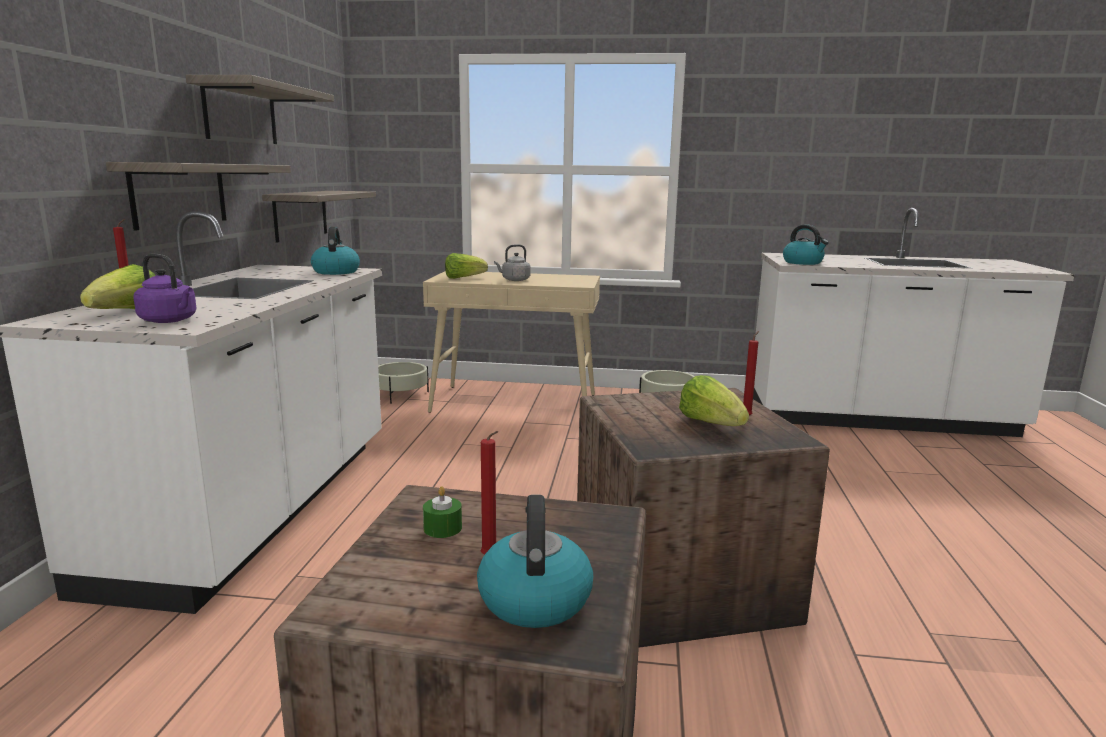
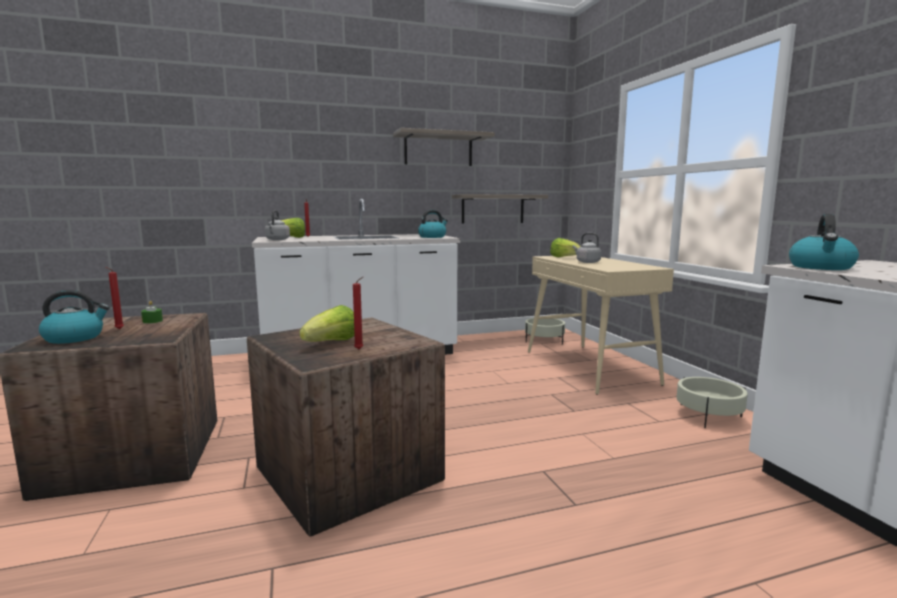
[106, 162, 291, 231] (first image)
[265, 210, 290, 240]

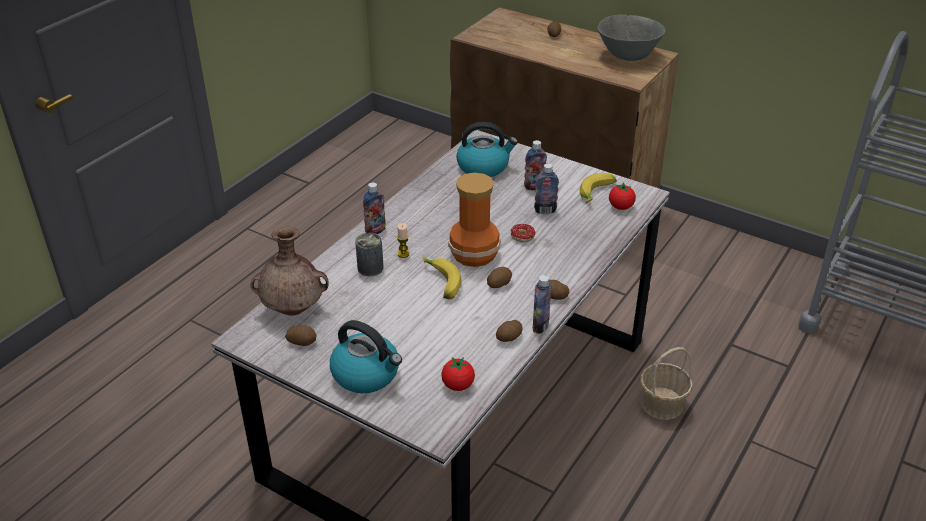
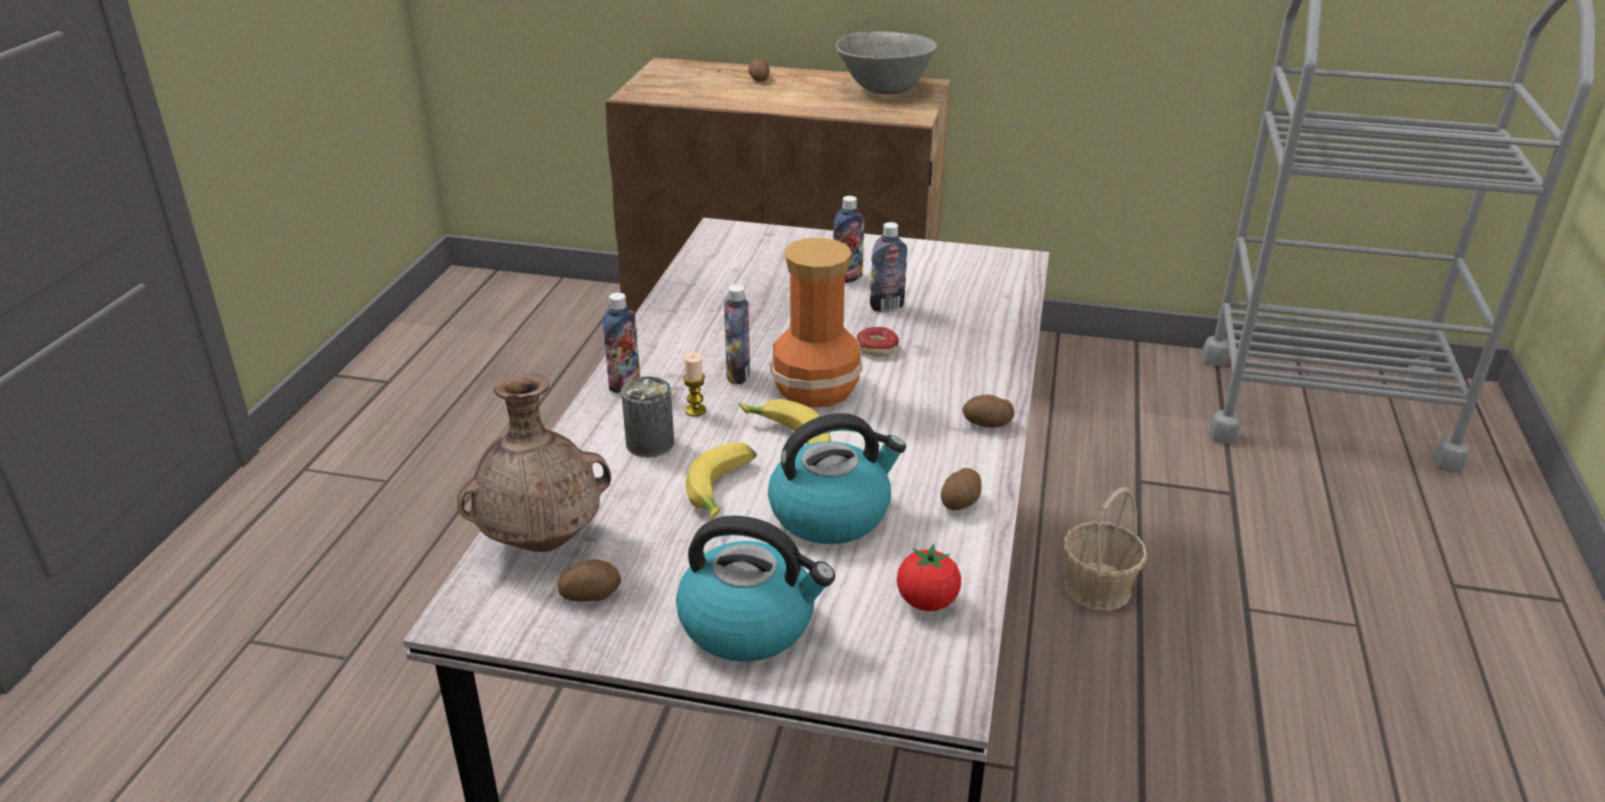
[768, 413, 906, 544]
[487, 267, 512, 288] (first image)
[724, 284, 750, 384]
[686, 442, 757, 521]
[609, 182, 636, 210] (first image)

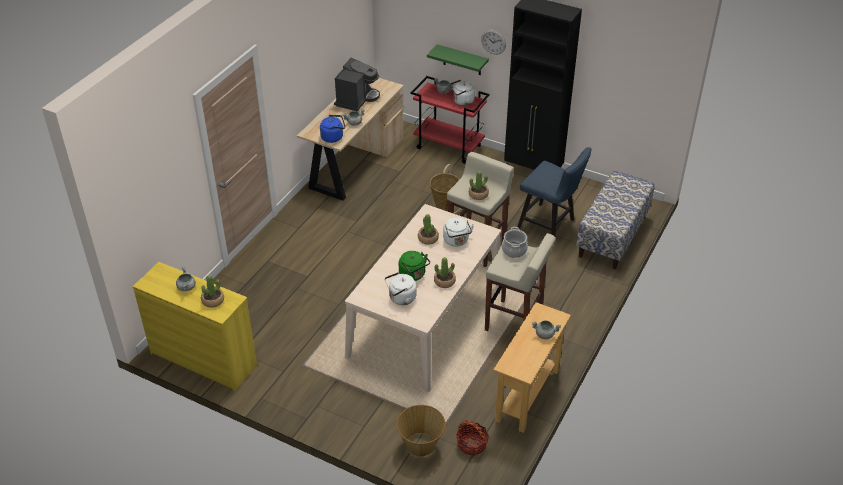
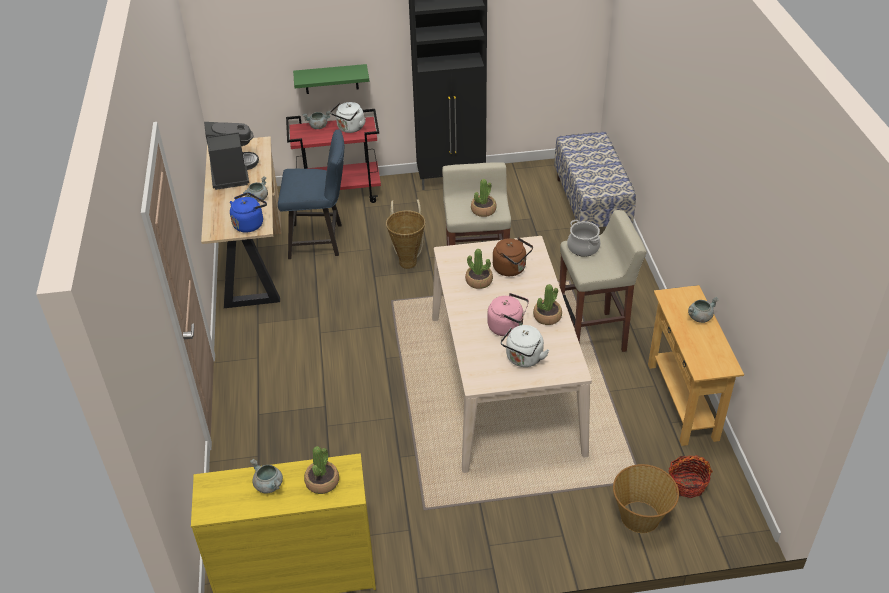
[487, 293, 529, 336]
[493, 237, 533, 276]
[481, 30, 506, 55] (first image)
[278, 129, 344, 259]

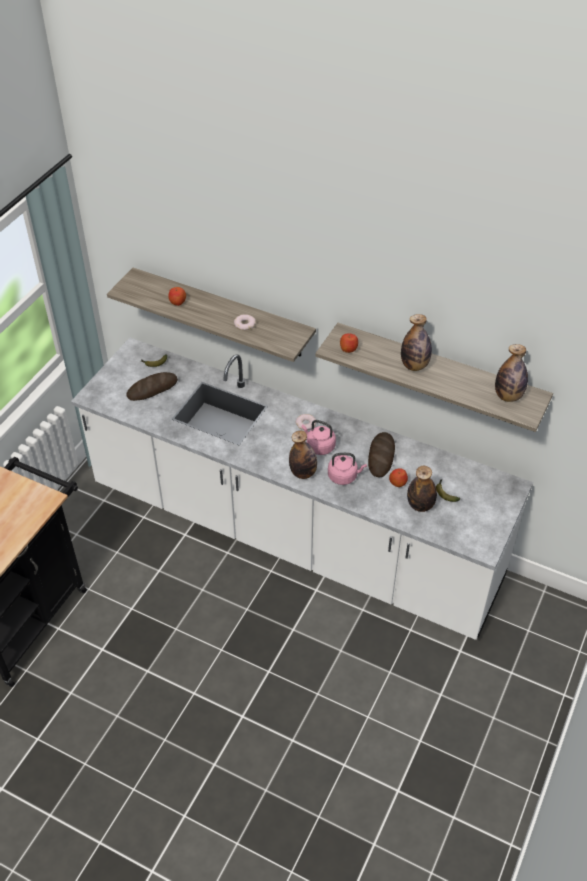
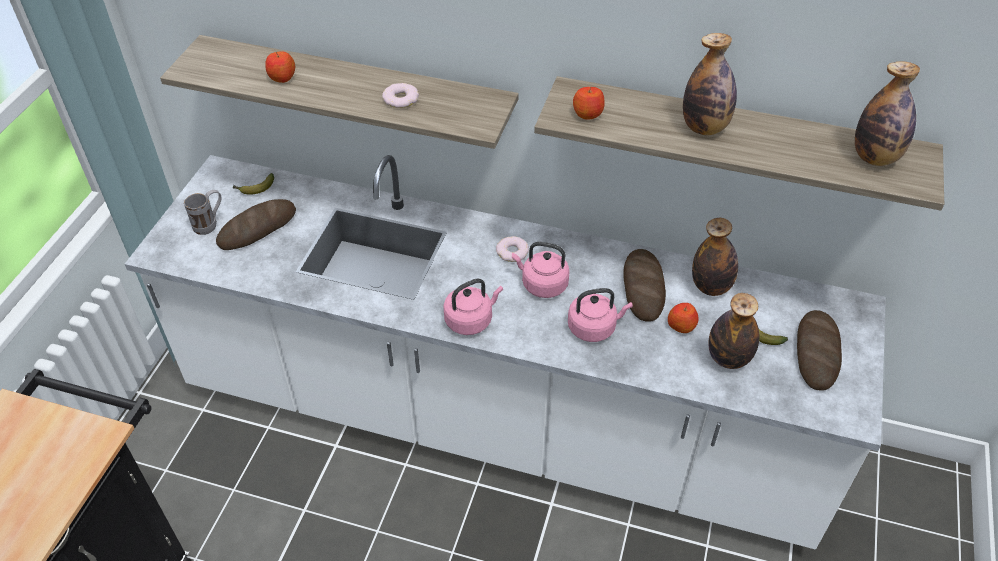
[692, 218, 738, 296]
[184, 190, 222, 235]
[443, 278, 503, 335]
[797, 310, 842, 391]

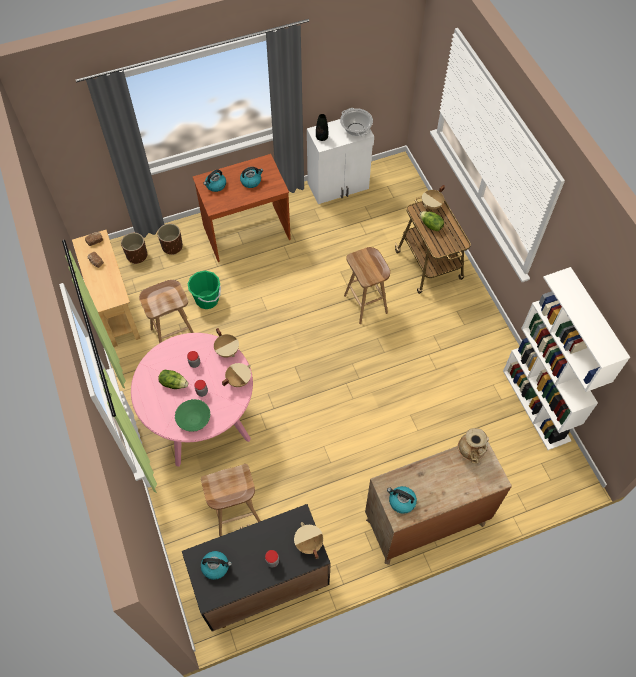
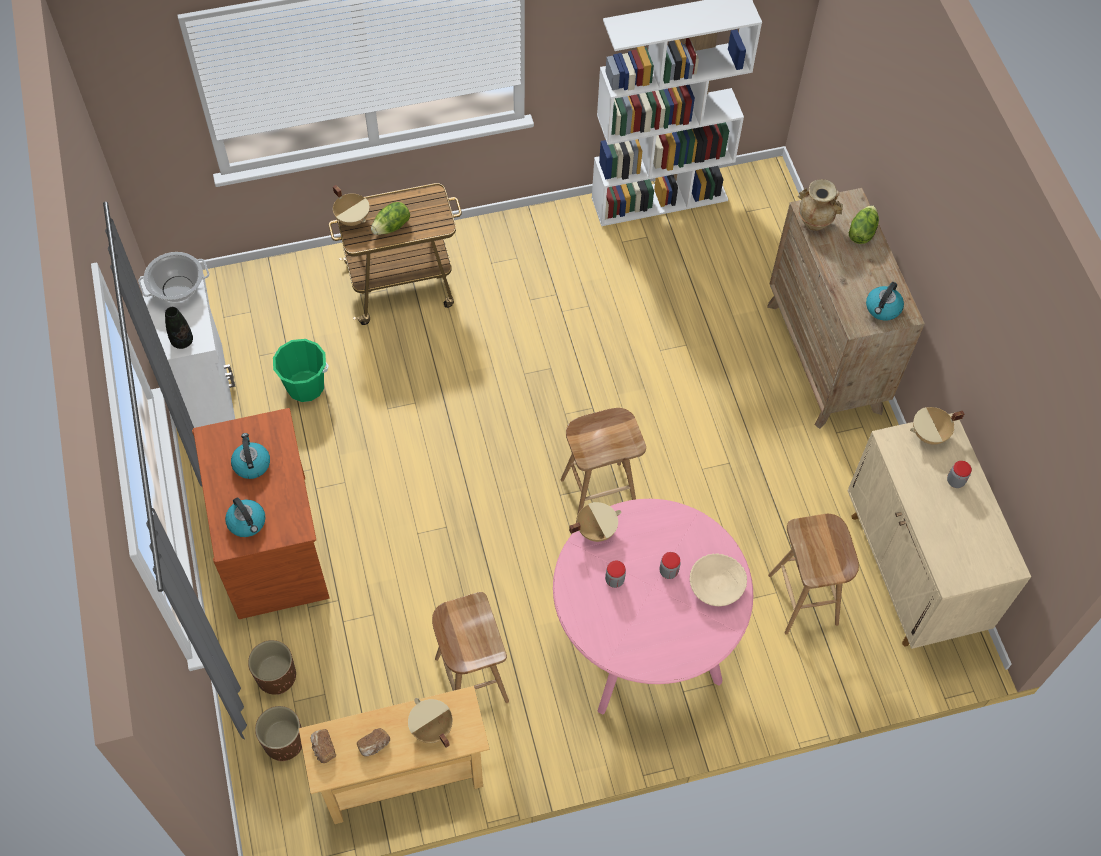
[849, 205, 879, 244]
[689, 553, 747, 606]
[847, 412, 1031, 649]
[273, 339, 329, 402]
[201, 551, 232, 580] (first image)
[408, 698, 453, 748]
[561, 408, 646, 523]

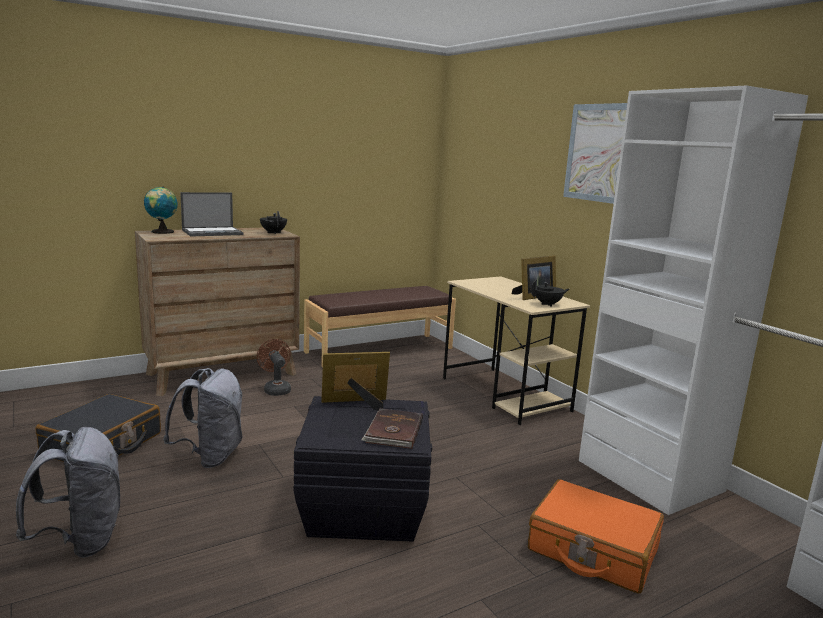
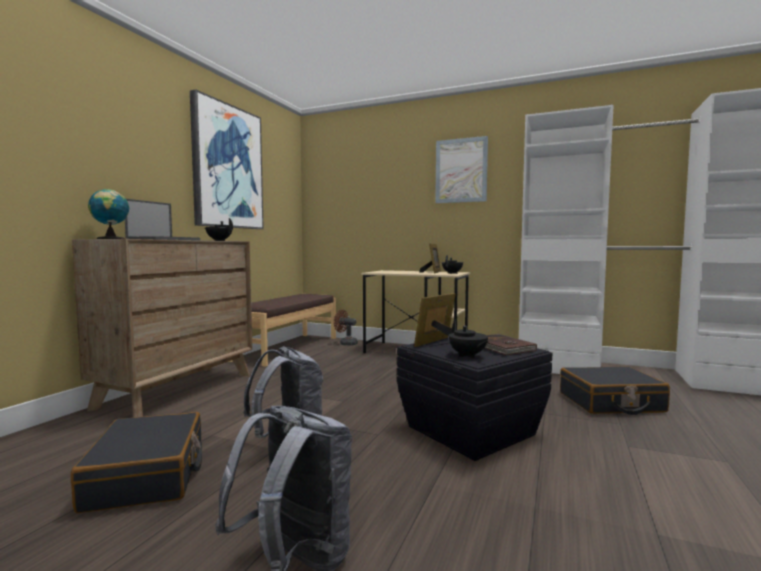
[334, 310, 358, 346]
[560, 366, 670, 415]
[190, 90, 264, 229]
[449, 319, 488, 358]

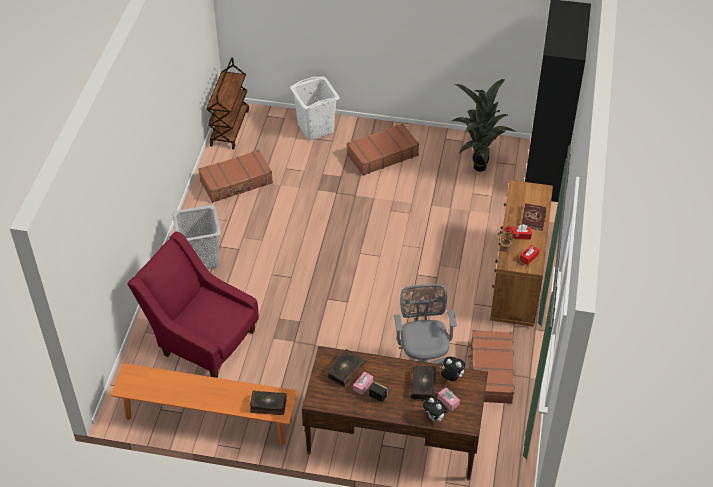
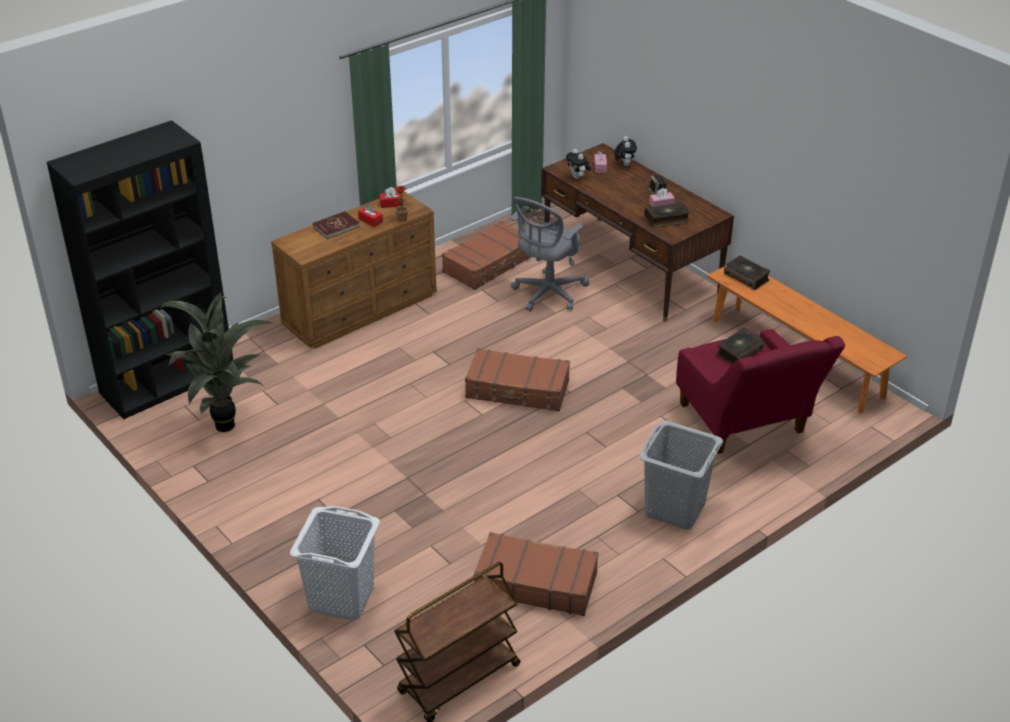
[465, 348, 570, 411]
[716, 328, 765, 364]

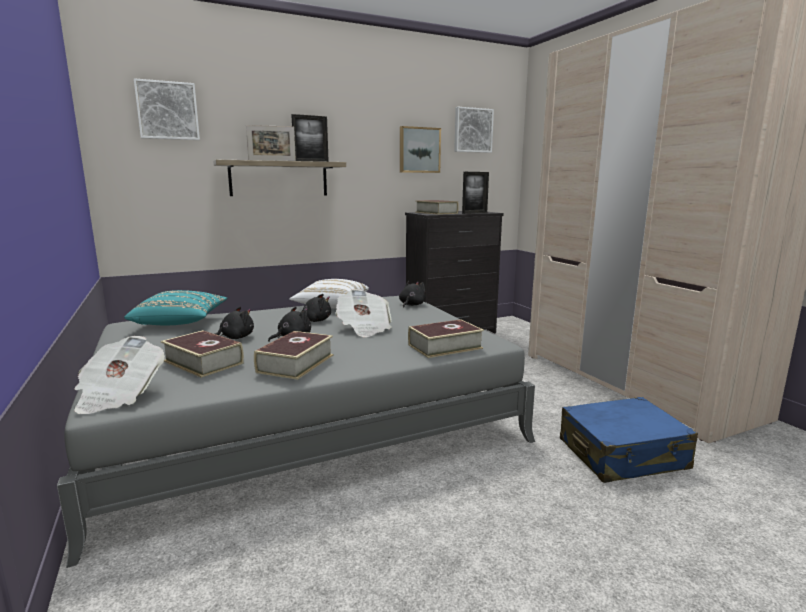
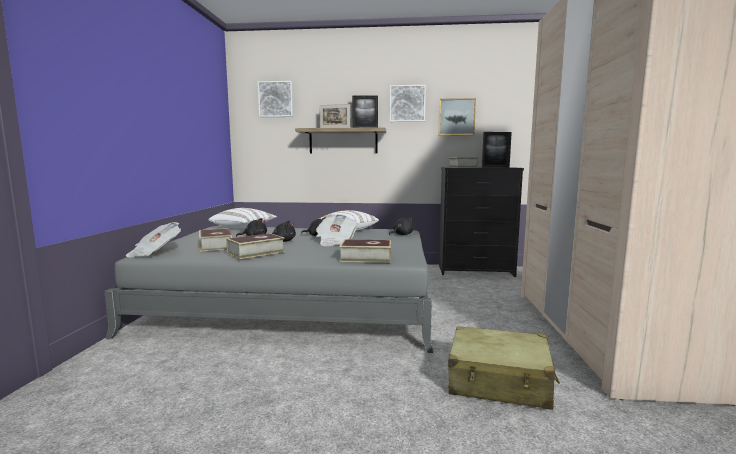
[208, 208, 277, 229]
[390, 85, 426, 122]
[448, 326, 560, 410]

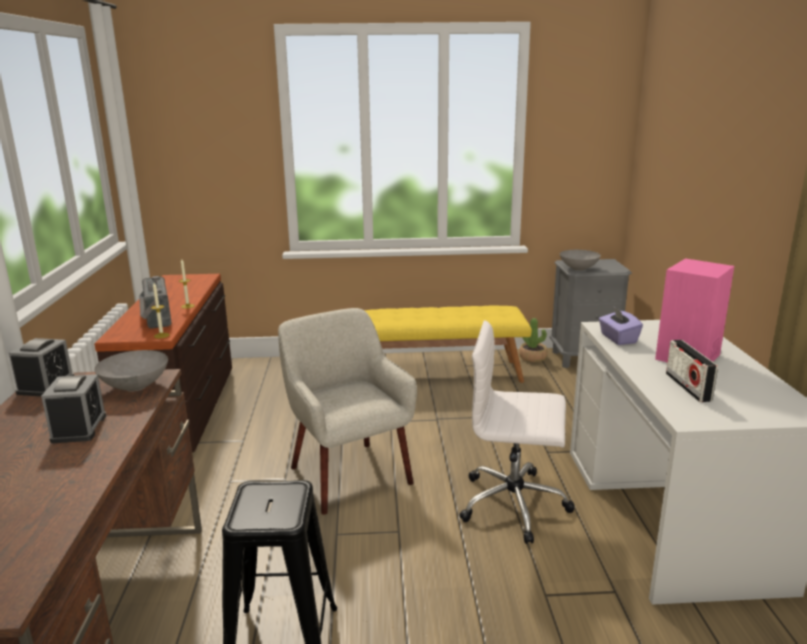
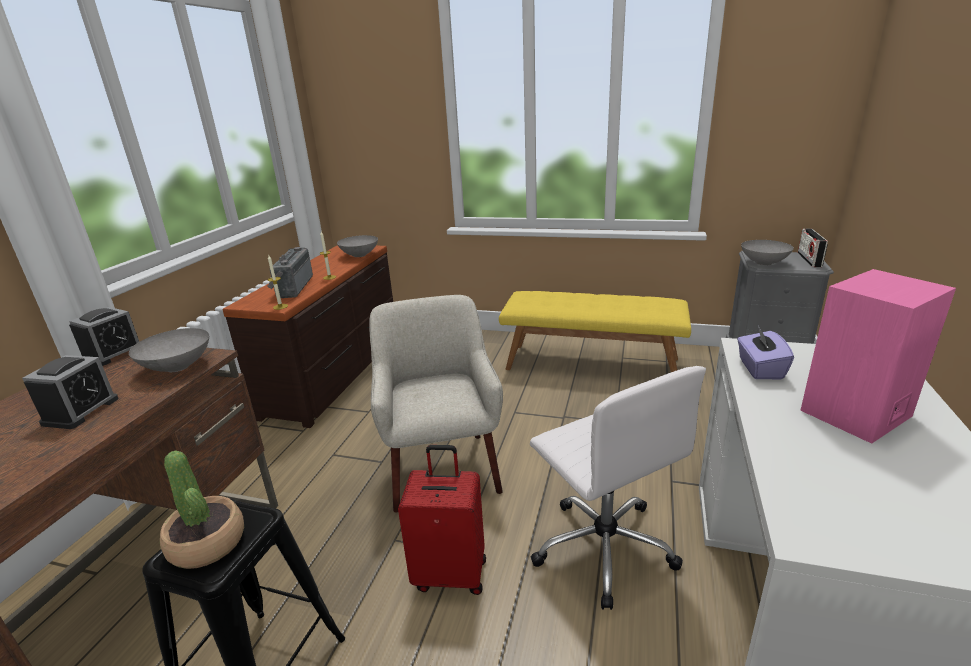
[530, 366, 706, 610]
[160, 451, 244, 569]
[798, 228, 828, 267]
[337, 235, 378, 257]
[398, 445, 486, 595]

